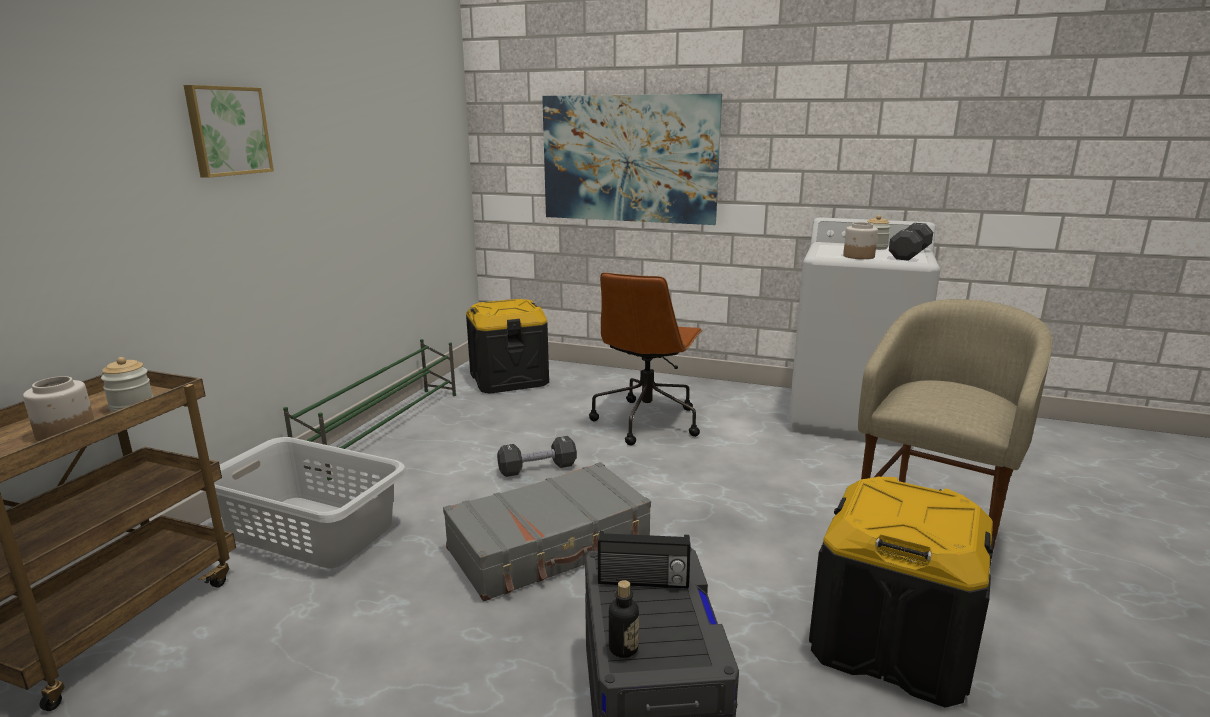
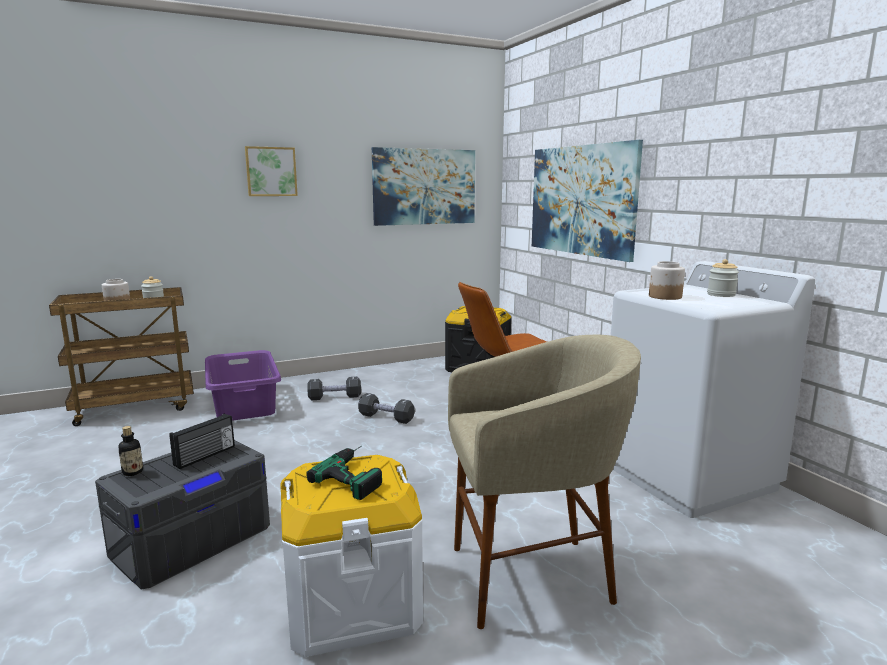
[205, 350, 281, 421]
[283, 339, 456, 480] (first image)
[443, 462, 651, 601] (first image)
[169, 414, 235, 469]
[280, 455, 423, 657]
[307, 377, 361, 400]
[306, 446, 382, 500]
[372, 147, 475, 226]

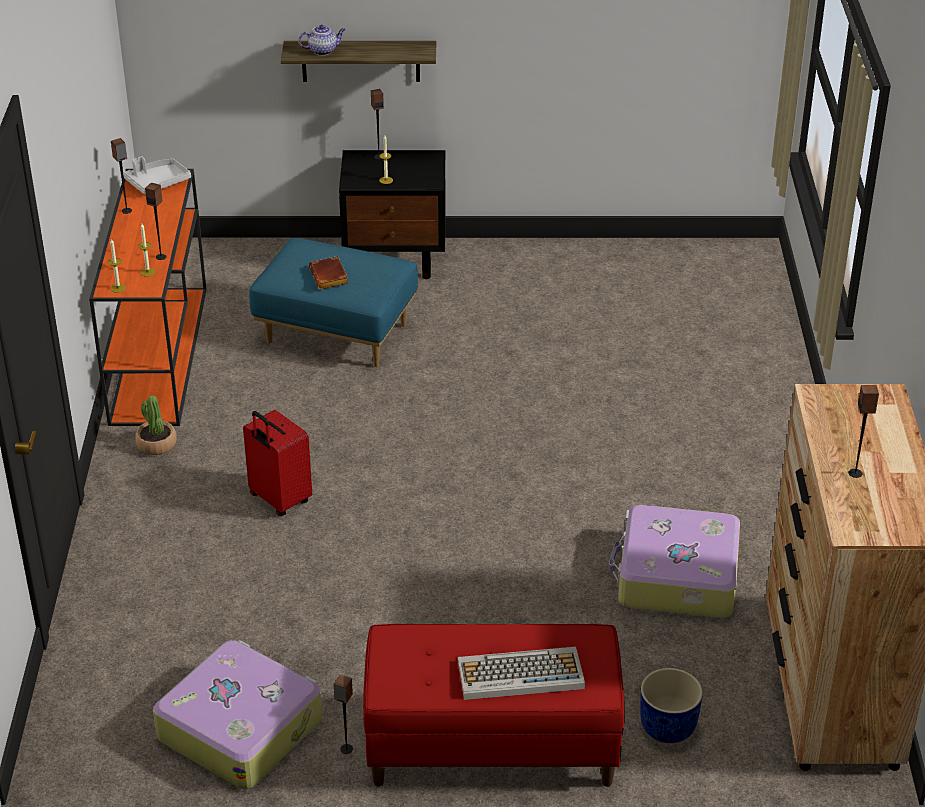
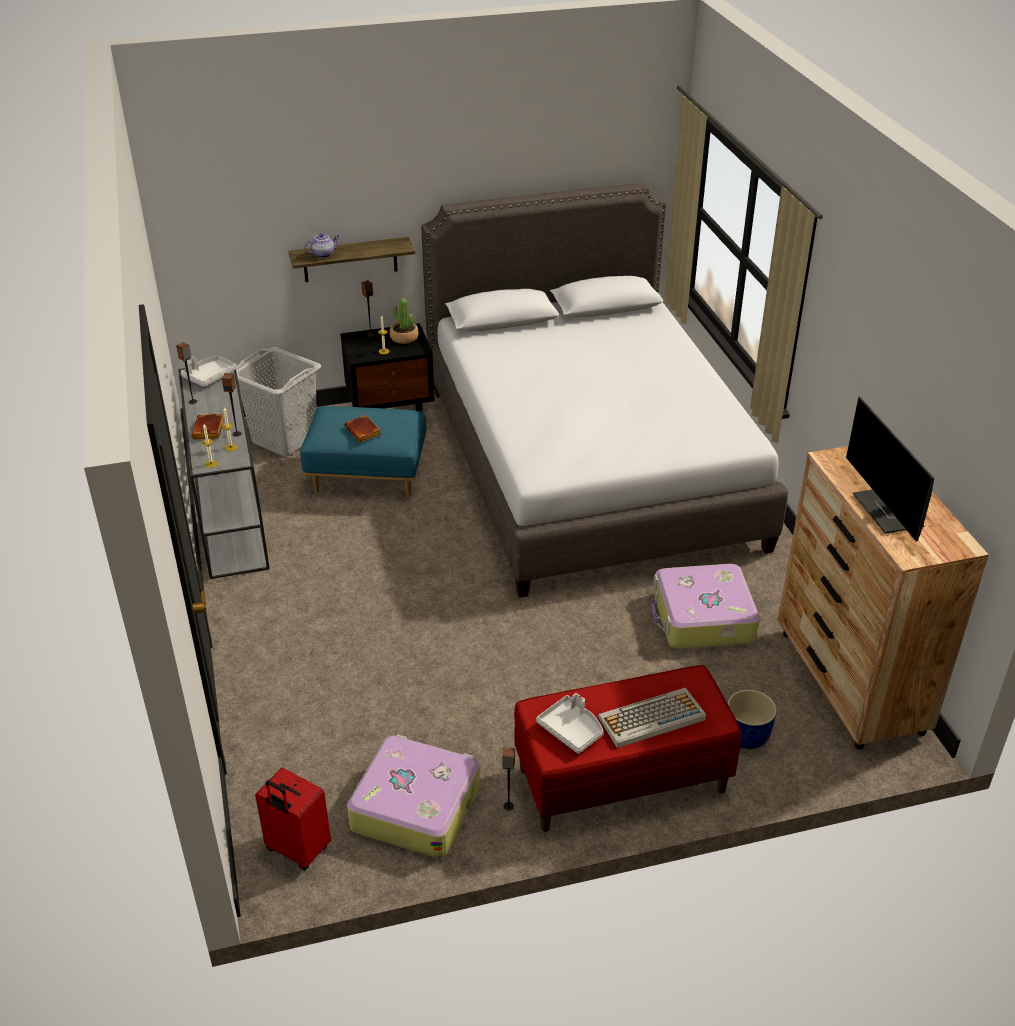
[178, 362, 270, 579]
[390, 299, 419, 344]
[255, 768, 331, 870]
[846, 397, 934, 542]
[191, 413, 224, 440]
[236, 347, 321, 456]
[421, 183, 788, 598]
[536, 693, 604, 754]

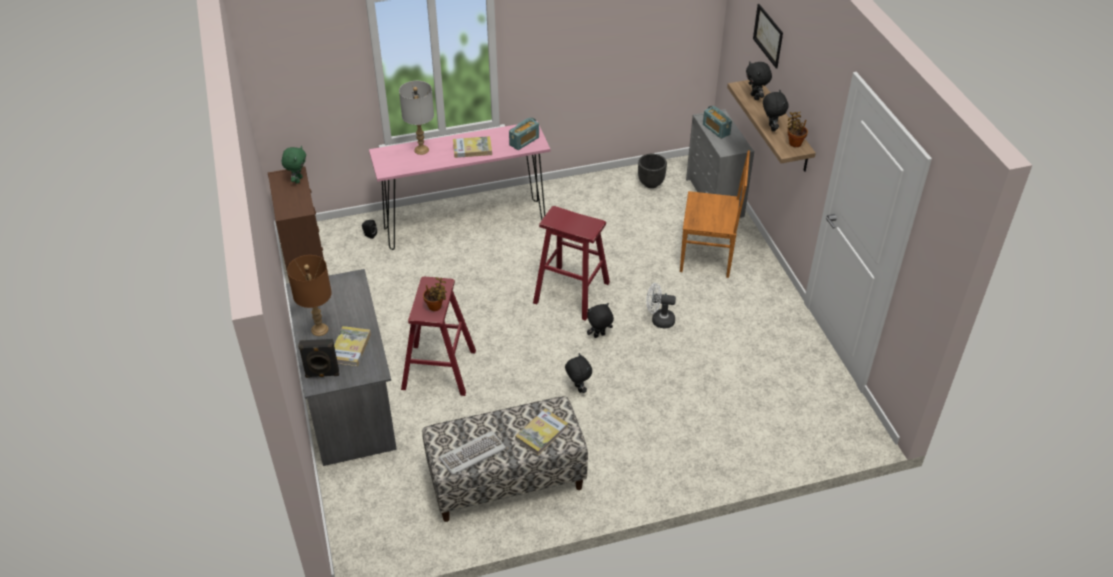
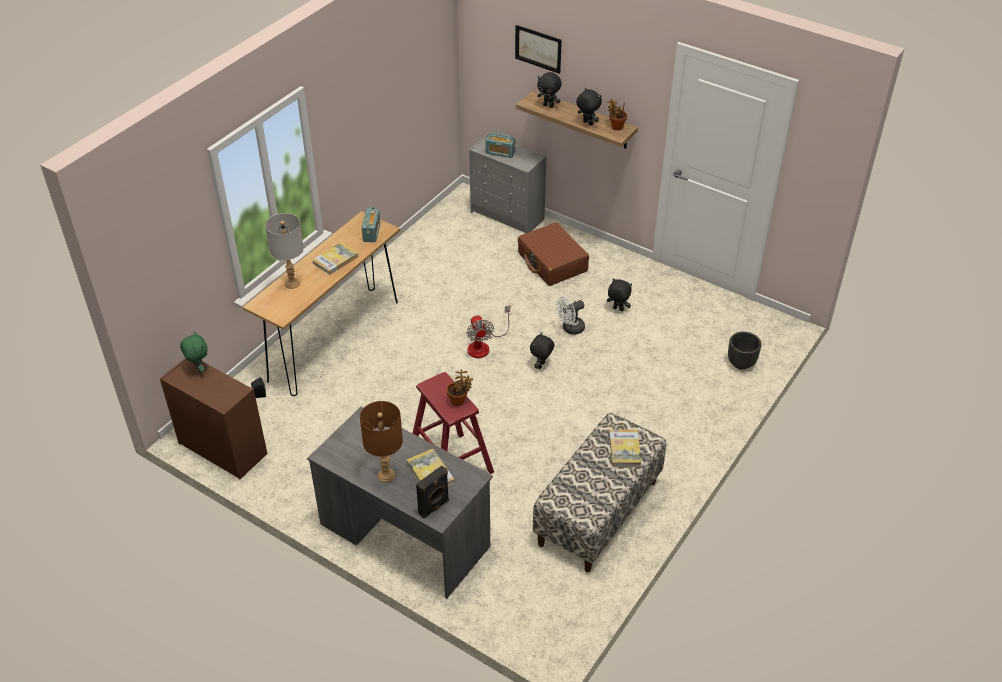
[243, 211, 400, 396]
[439, 431, 506, 475] (first image)
[466, 306, 510, 358]
[607, 278, 632, 311]
[728, 332, 761, 370]
[518, 222, 589, 286]

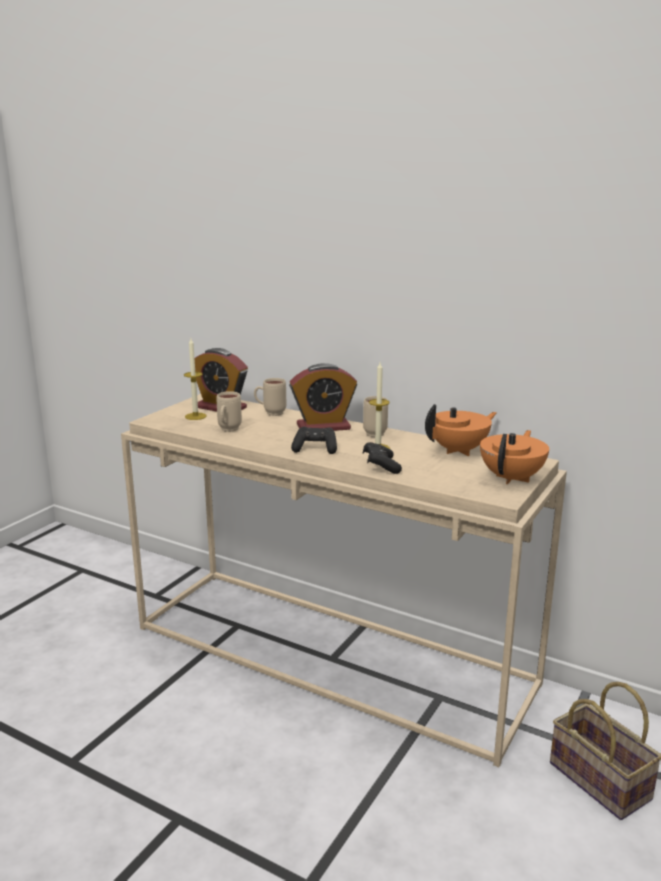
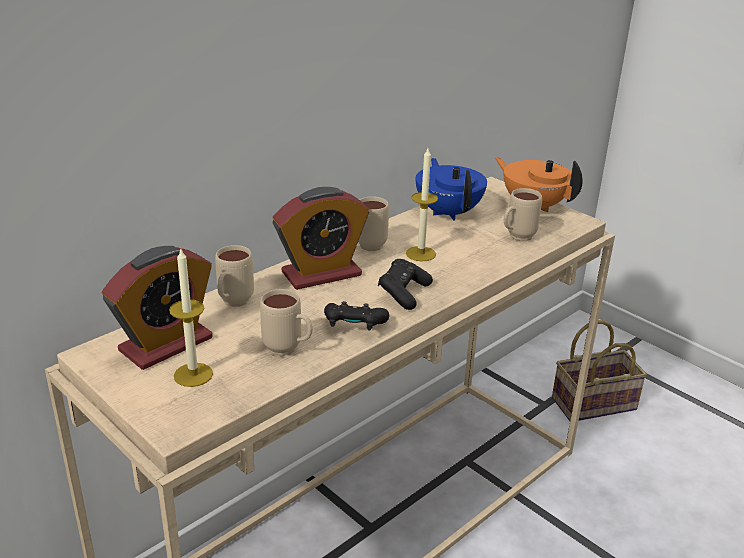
[273, 187, 369, 290]
[324, 301, 389, 331]
[416, 158, 487, 221]
[504, 188, 542, 241]

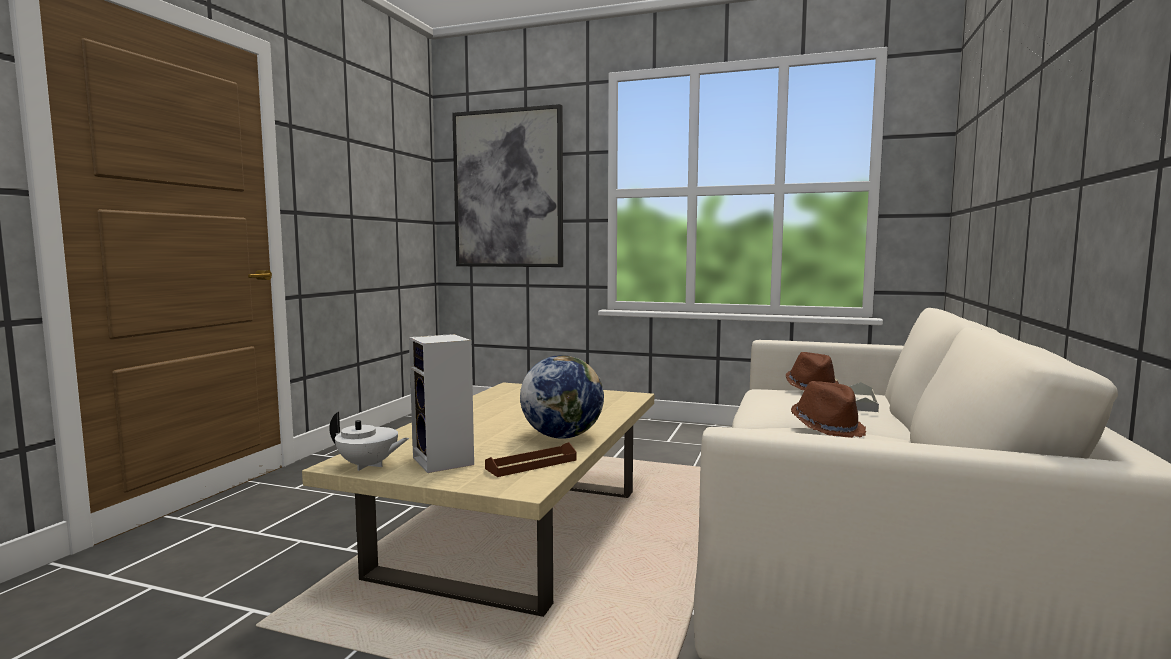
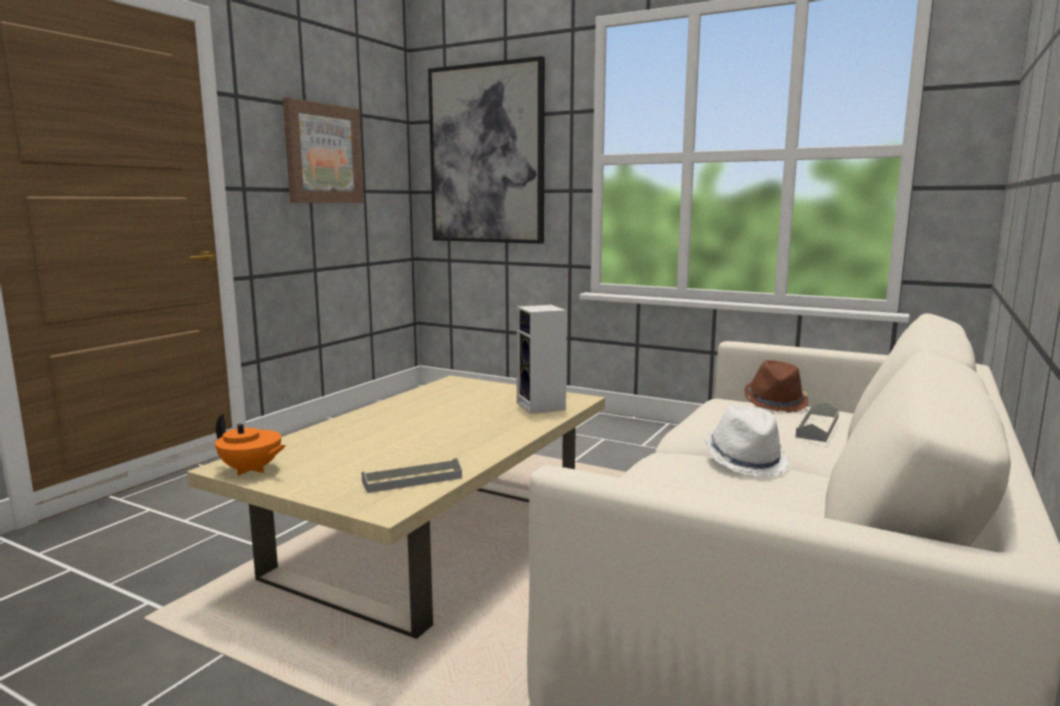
[215, 414, 286, 476]
[516, 305, 567, 414]
[361, 458, 462, 493]
[520, 355, 604, 439] (first image)
[705, 405, 791, 477]
[283, 98, 364, 203]

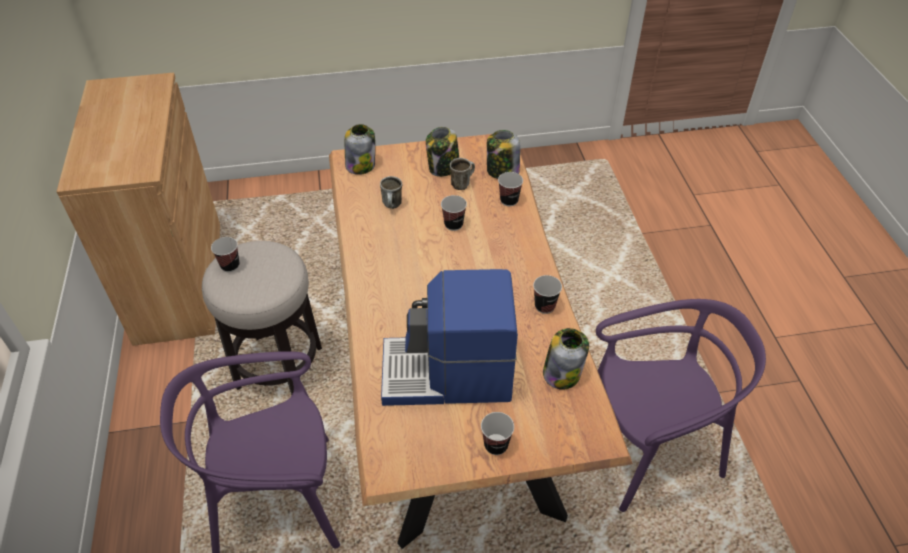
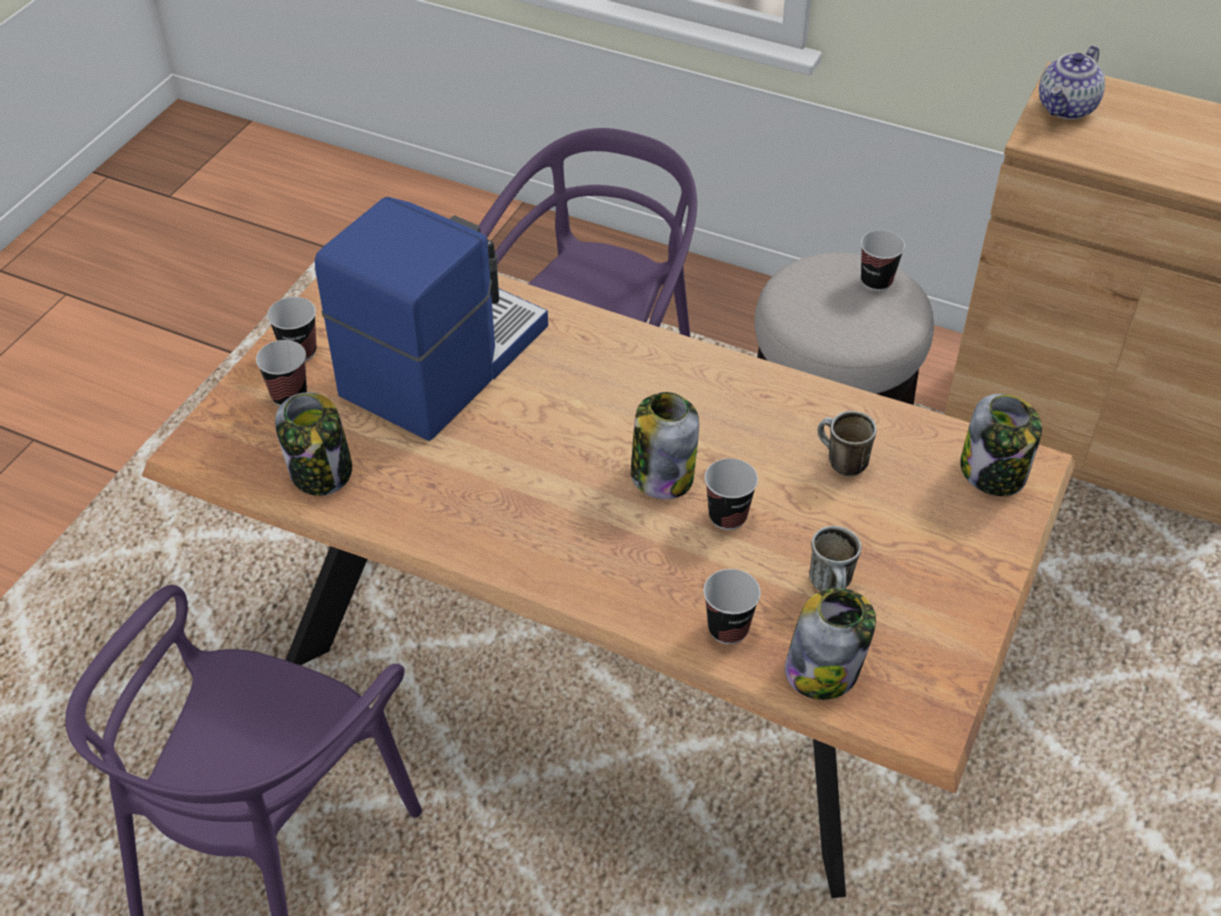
[631, 392, 699, 499]
[256, 340, 307, 406]
[1039, 45, 1105, 119]

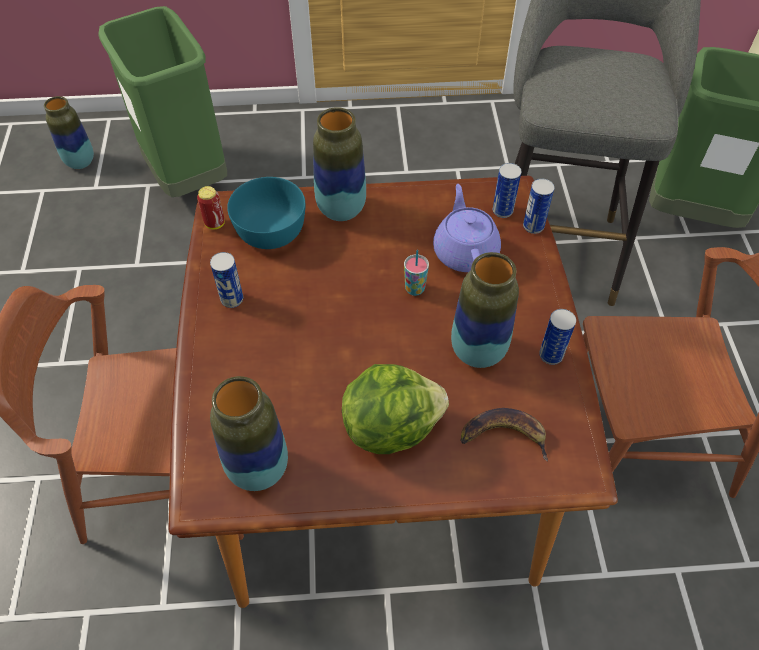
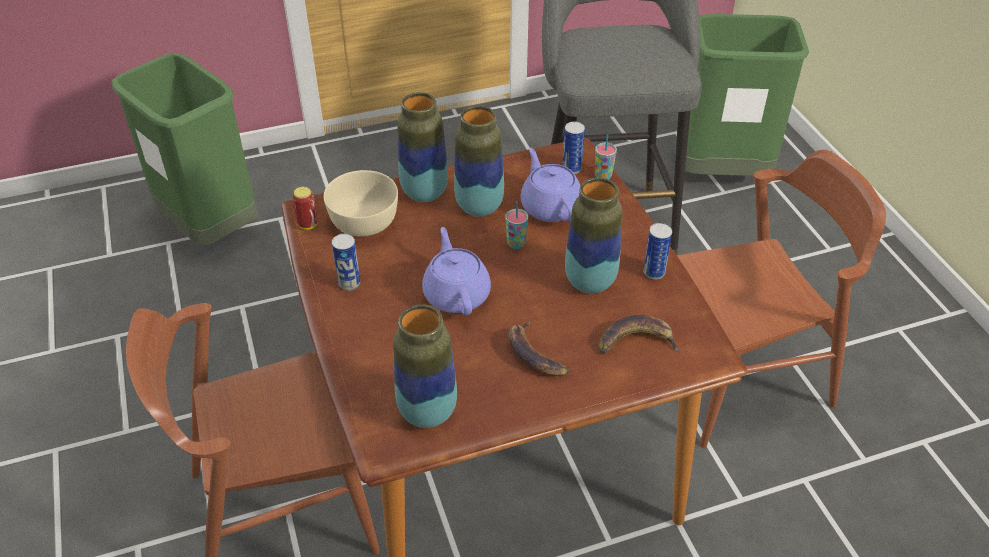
[454, 106, 504, 217]
[324, 170, 398, 237]
[508, 320, 570, 376]
[595, 134, 617, 179]
[422, 227, 491, 315]

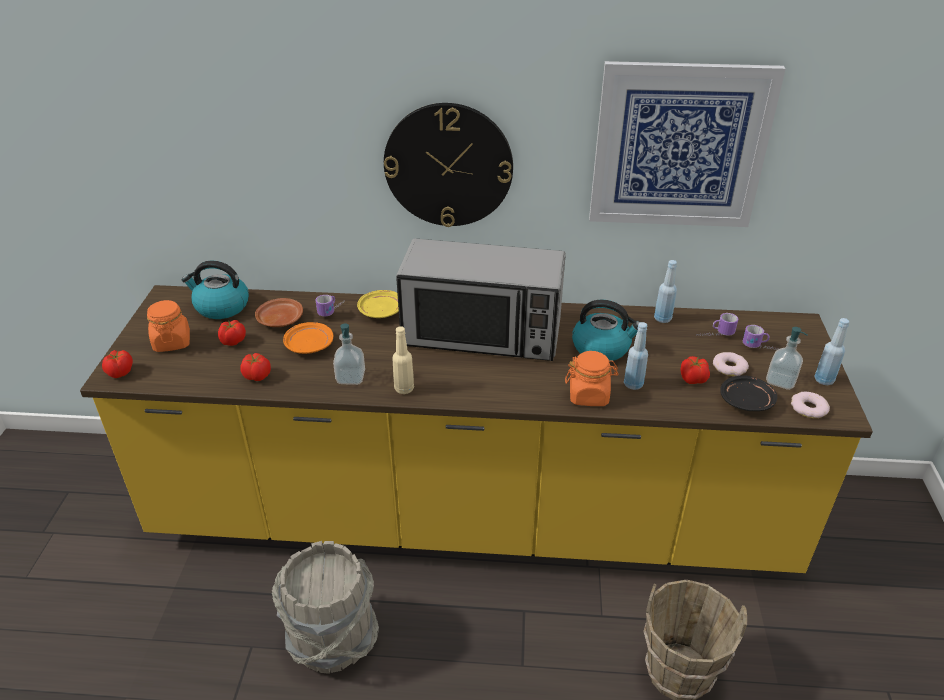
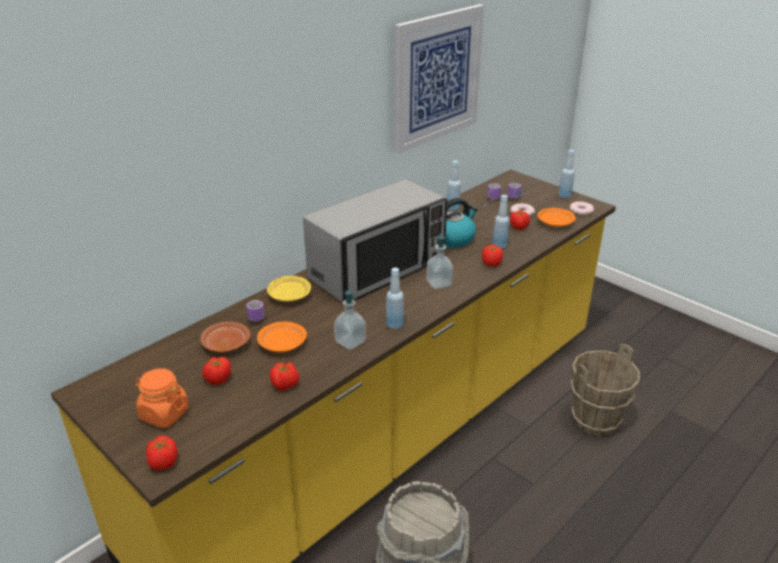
[181, 261, 249, 319] (first image)
[384, 103, 513, 227] (first image)
[386, 267, 404, 329]
[482, 244, 503, 267]
[538, 208, 576, 227]
[426, 236, 453, 289]

